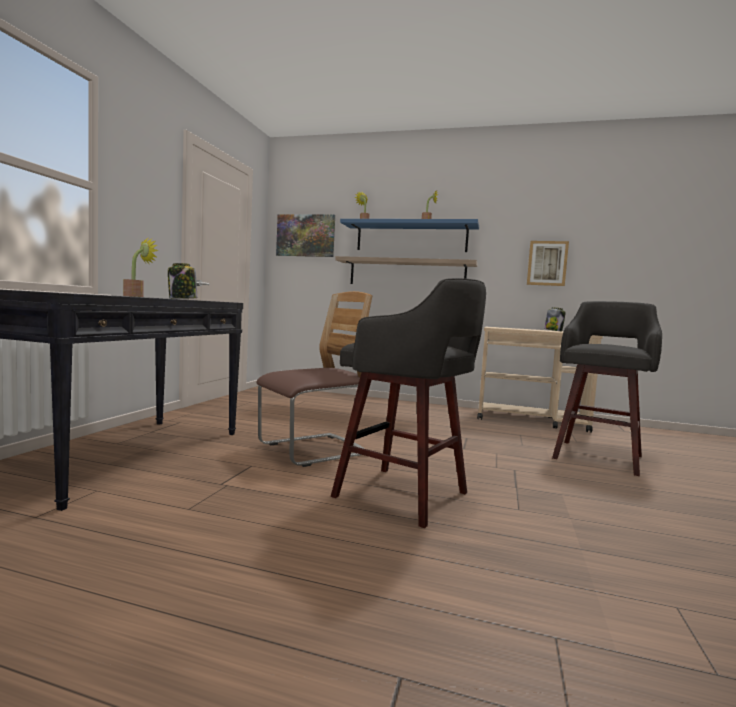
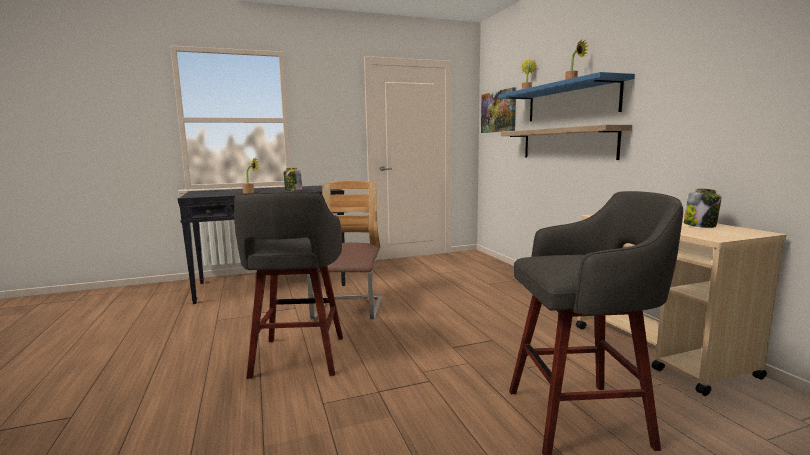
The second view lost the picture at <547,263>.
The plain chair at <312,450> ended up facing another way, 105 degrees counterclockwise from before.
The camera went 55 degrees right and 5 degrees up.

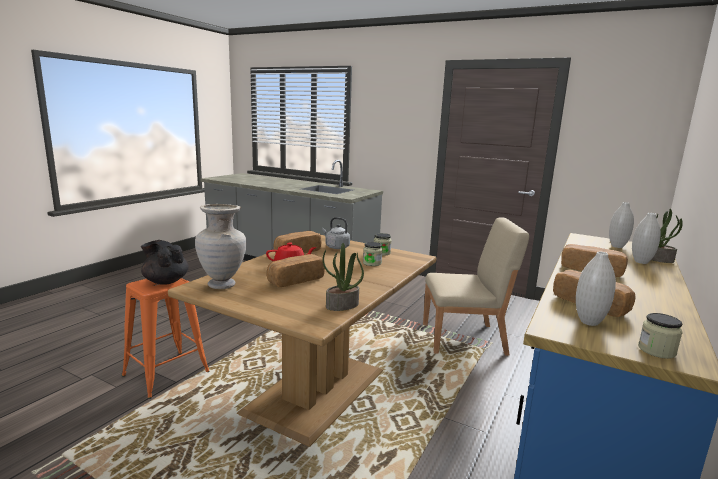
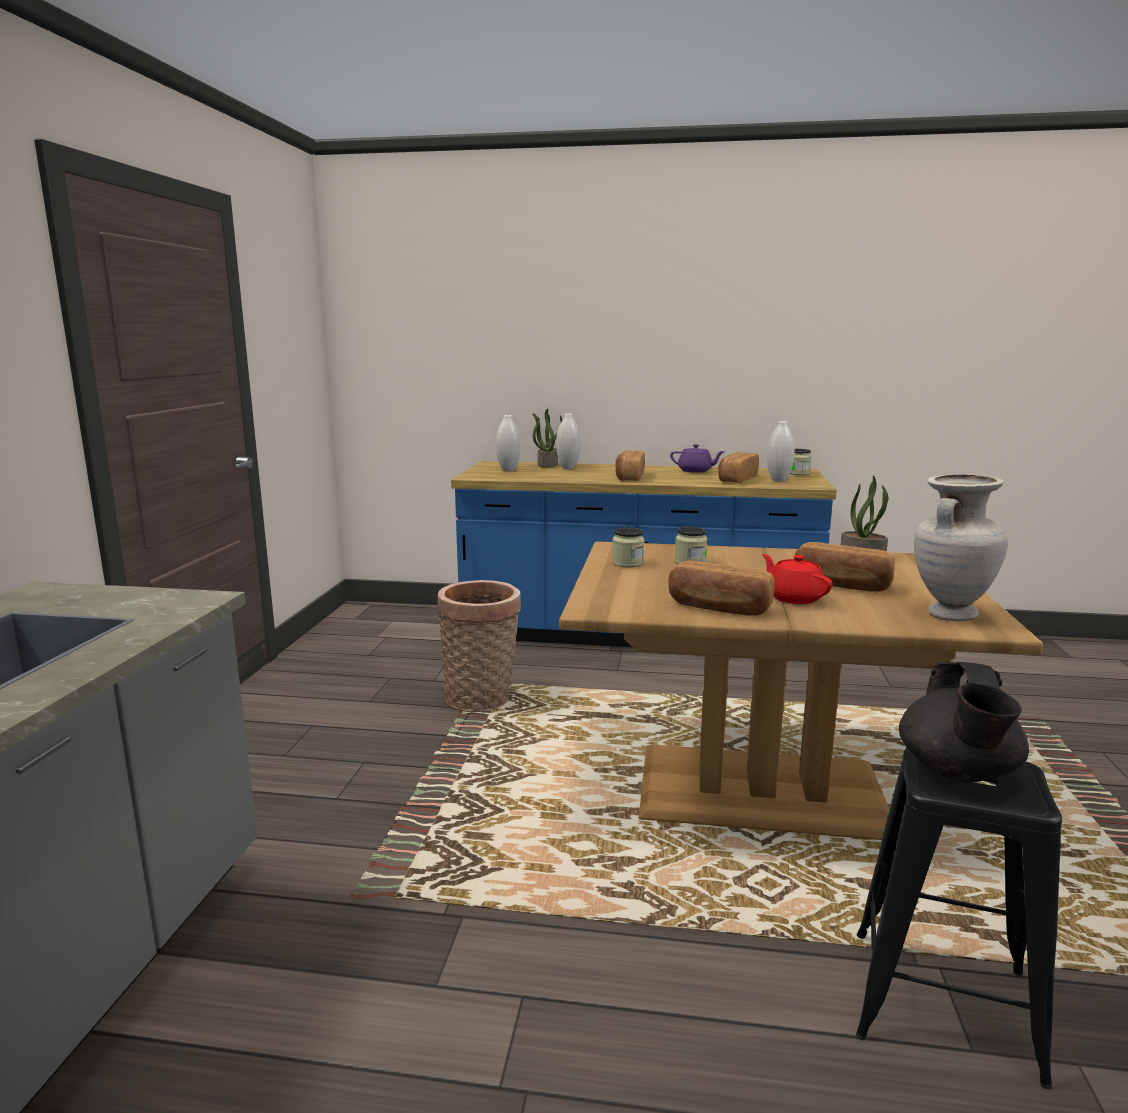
The second view lost the tea kettle (grey) at <336,247>.
Where the plain chair (beige-coloured) stood at <465,339>, the basket came to stand at <482,699>.
What was the stool (orange) at <165,374> turned into the stool (black-coloured) at <945,1004>.
The second view gained the pot for tea (purple-coloured) at <695,471>.
The camera went 110 degrees left and 0 degrees up.

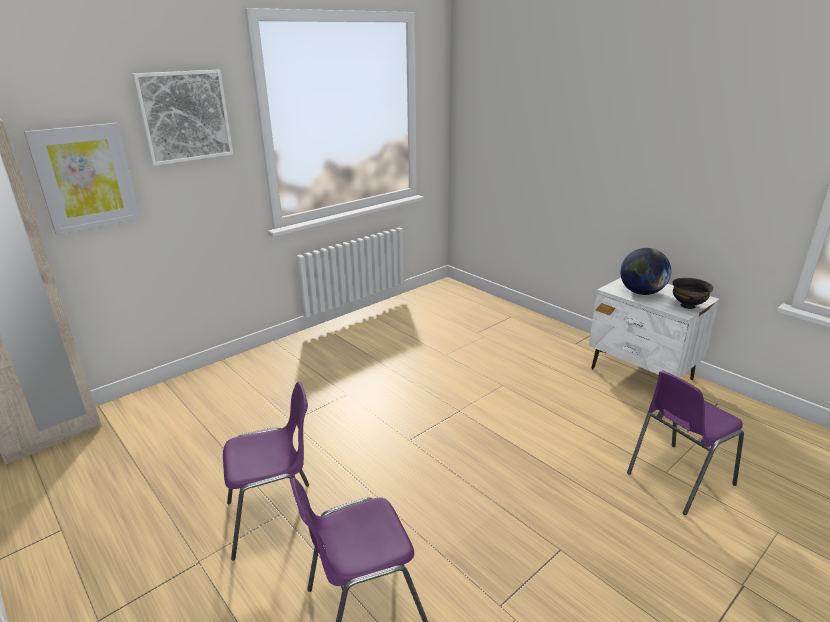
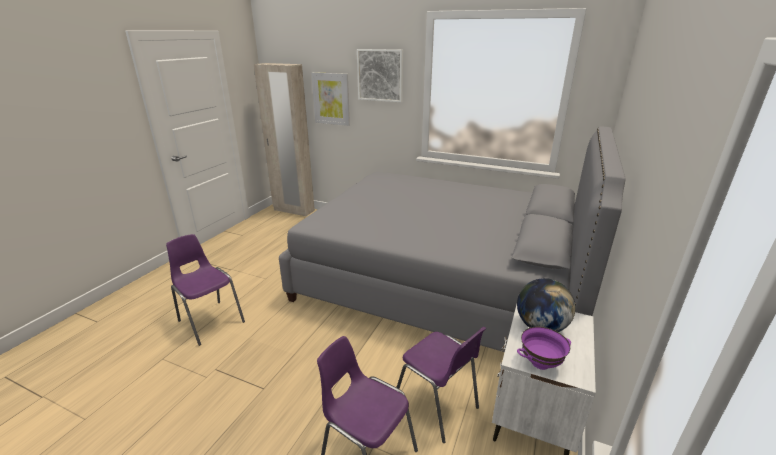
What was the serving bowl (black-coloured) at <688,306> turned into the serving bowl (purple-coloured) at <540,363>.
The plain chair (purple-coloured) ended up elsewhere, having gone from <276,518> to <437,406>.
The second view gained the bedroom bed (grey) at <441,282>.
The camera went 65 degrees right and 0 degrees up.

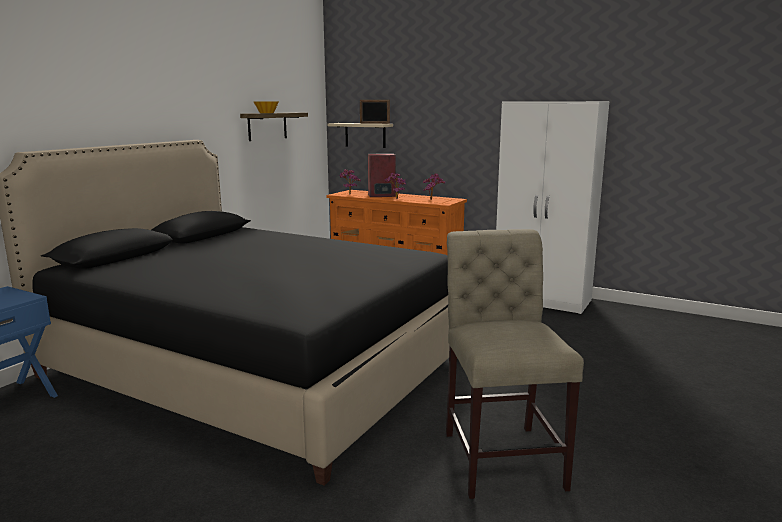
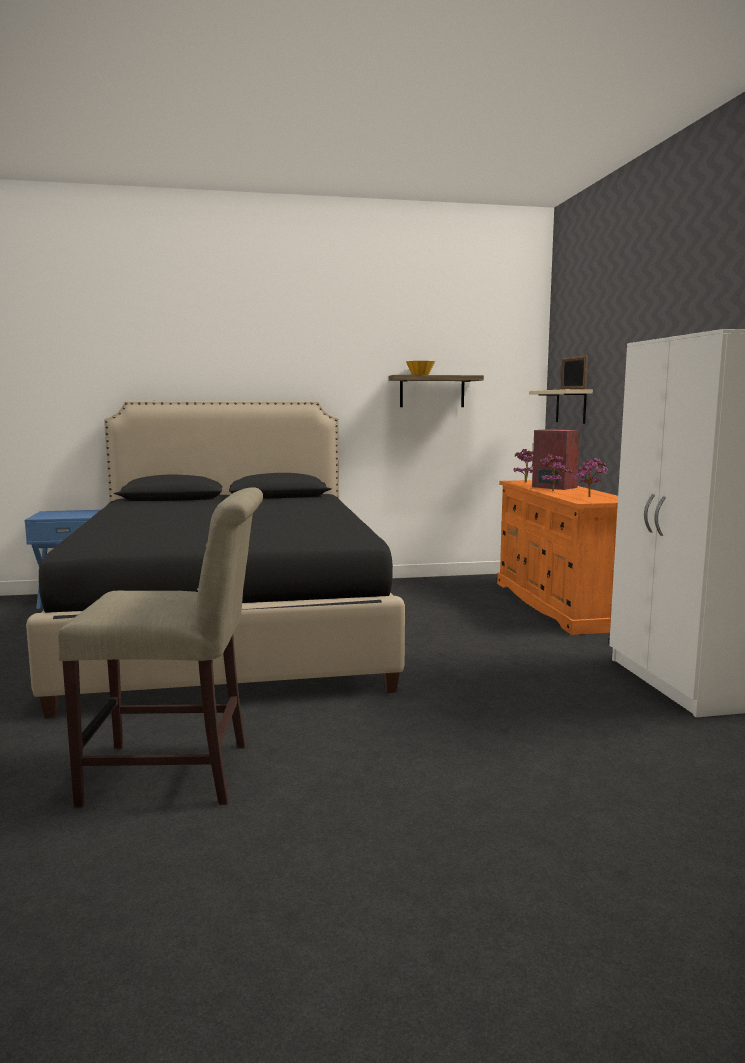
The plain chair (beige-coloured) at <501,455> ended up facing another way, 45 degrees clockwise from before.
The camera went 50 degrees right and 5 degrees down.

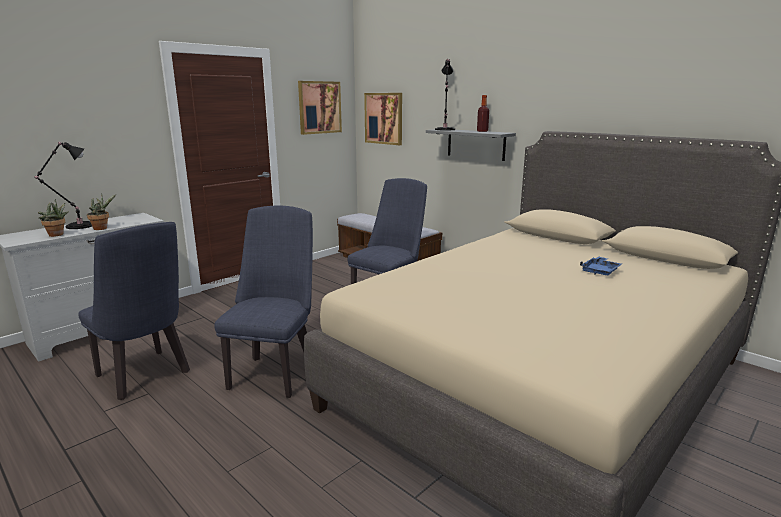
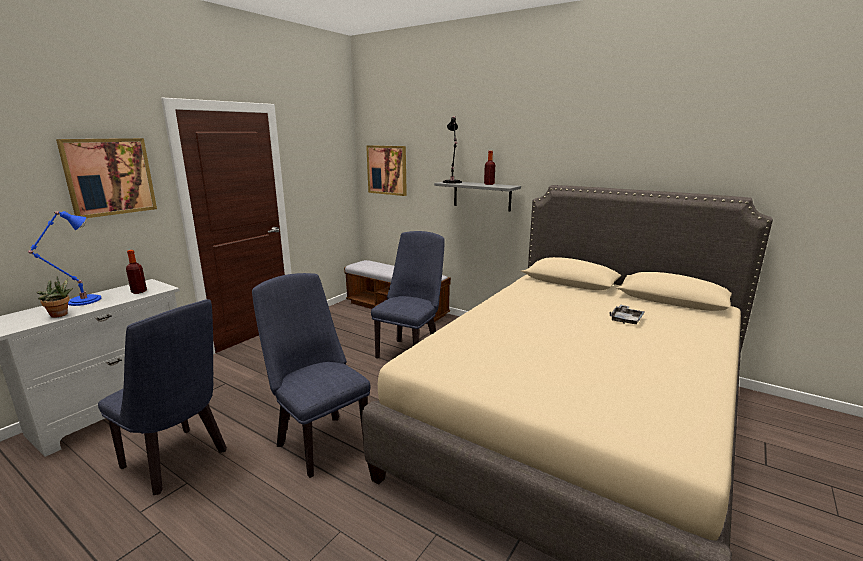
The picture ended up elsewhere, having gone from <319,107> to <109,176>.
What was the table lamp (black-coloured) at <77,226> turned into the table lamp (bluish) at <81,301>.
The second view lost the potted plant at <102,228>.
The plain chair (bluish) at <275,372> ended up facing another way, 45 degrees counterclockwise from before.
What was the serving tray (bluish) at <600,271> turned into the serving tray (grey) at <626,319>.
The second view gained the beverage bottle at <139,291>.
The camera went 10 degrees left and 0 degrees up.

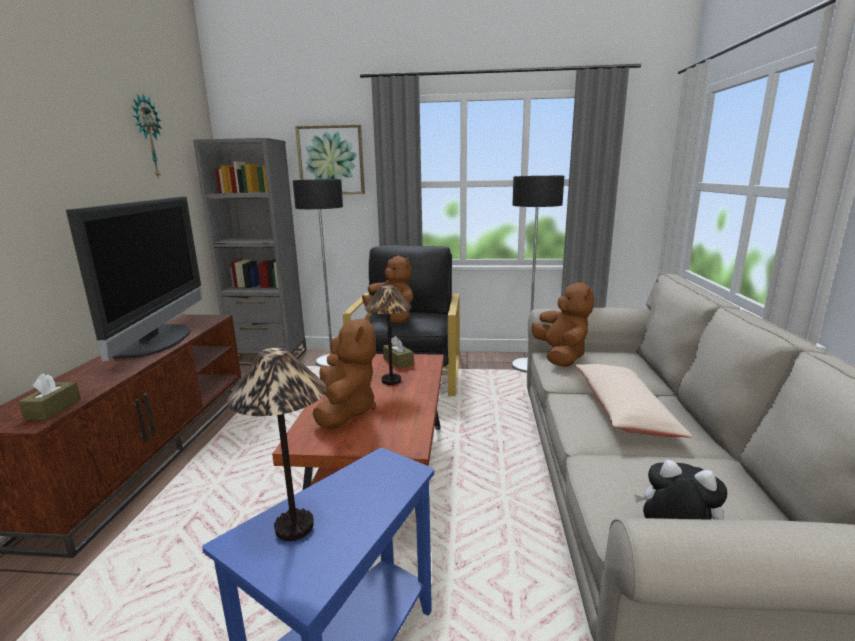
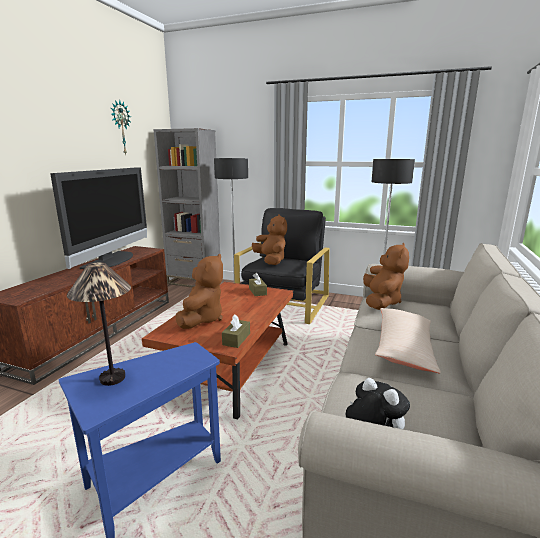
The second view lost the picture at <331,160>.
The second view lost the table lamp at <391,381>.
The tissue box (brown) ended up elsewhere, having gone from <53,409> to <236,339>.
The camera went 15 degrees right and 0 degrees up.

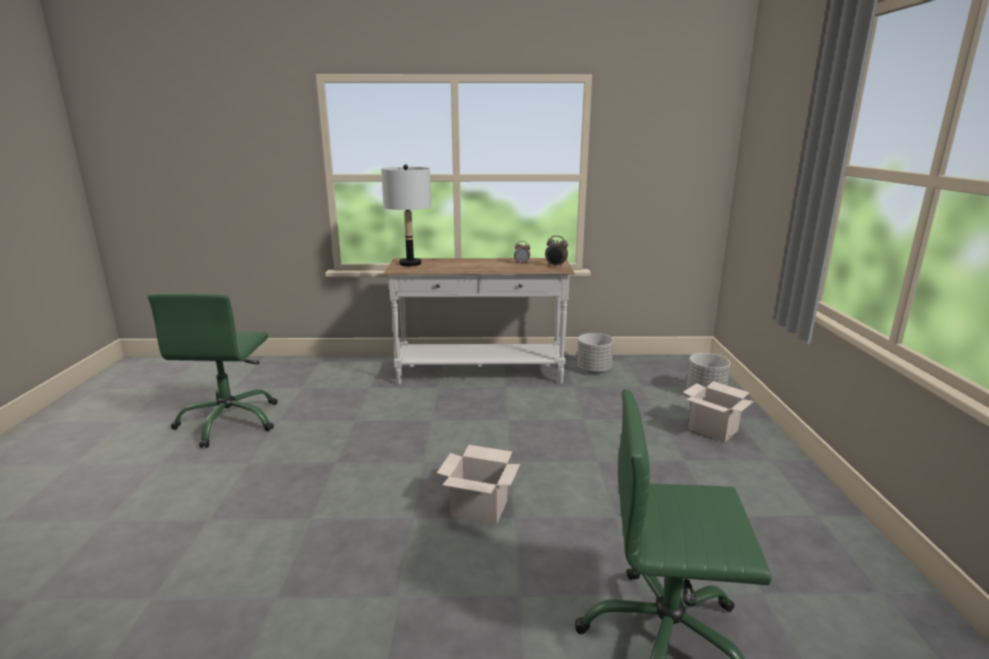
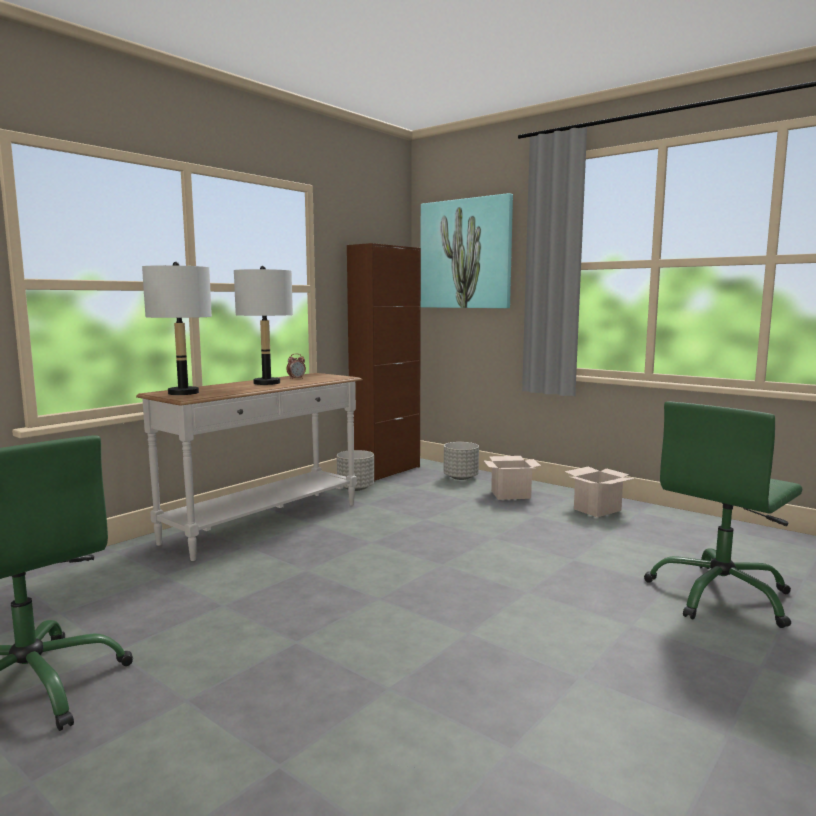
The second view lost the bedside clock at <556,266>.
The packing box ended up elsewhere, having gone from <480,508> to <597,509>.
The second view gained the picture at <466,254>.
The second view gained the storage cabinet (brown) at <386,471>.
The second view gained the table lamp (grey) at <267,383>.
The camera went 50 degrees left and 10 degrees down.

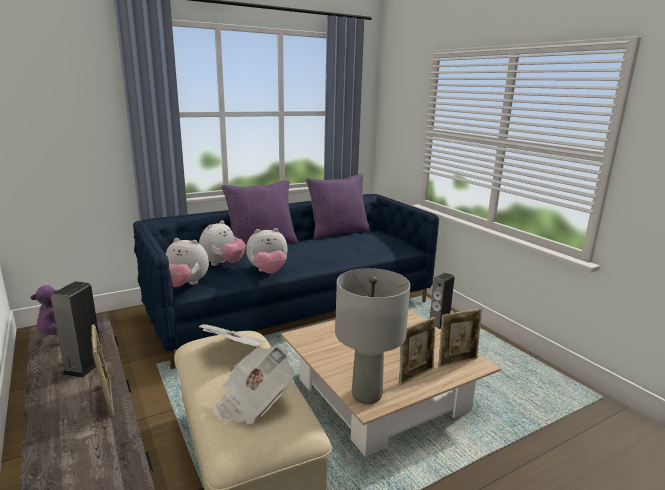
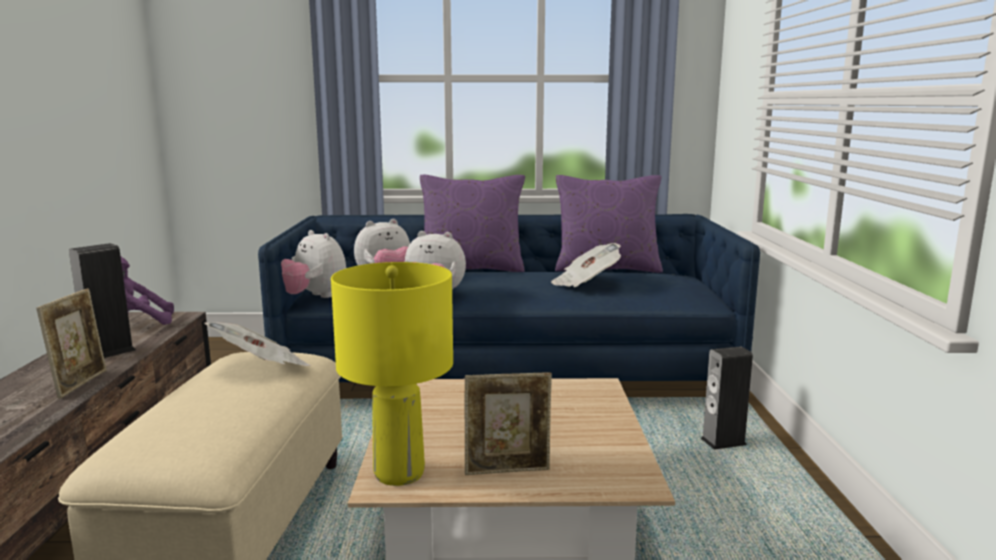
What was the table lamp (grey) at <367,394> turned into the table lamp (yellow) at <400,473>.
The second view lost the standing frame at <457,361>.
The daily paper ended up elsewhere, having gone from <253,402> to <585,283>.
The camera went 30 degrees right and 5 degrees down.

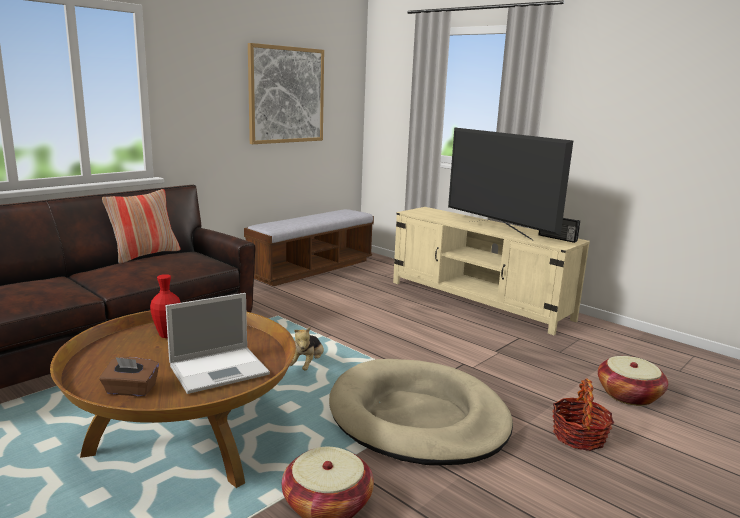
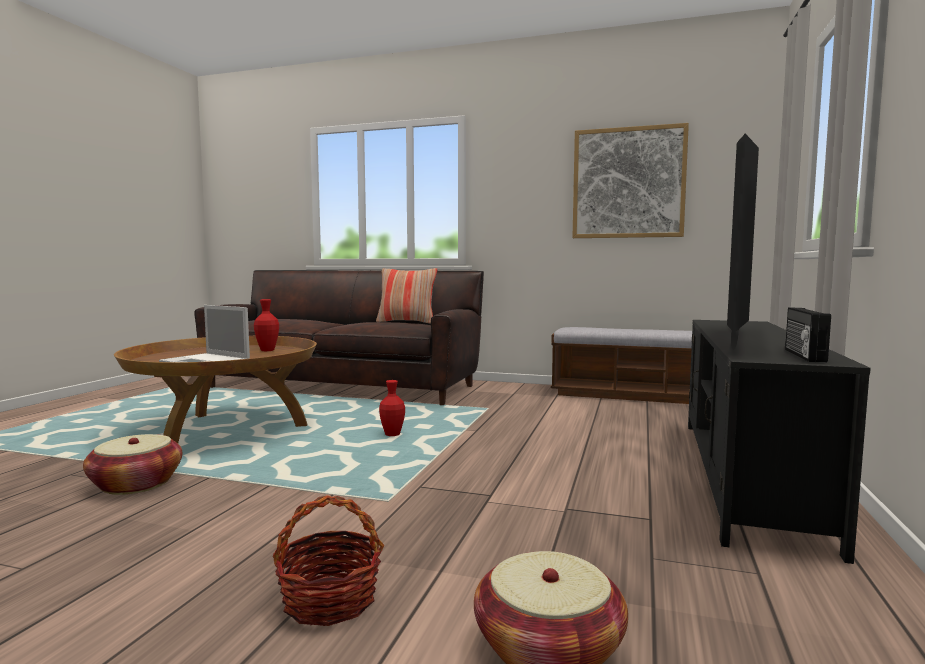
What was the tv stand (beige-coloured) at <479,301> turned into the tv stand (black-coloured) at <746,475>.
Where the cuddly toy stood at <307,365>, the flower vase (red) came to stand at <392,435>.
The second view lost the tissue box (brown) at <131,390>.
The second view lost the pet bed (beige-coloured) at <418,417>.
The camera went 65 degrees right and 10 degrees down.

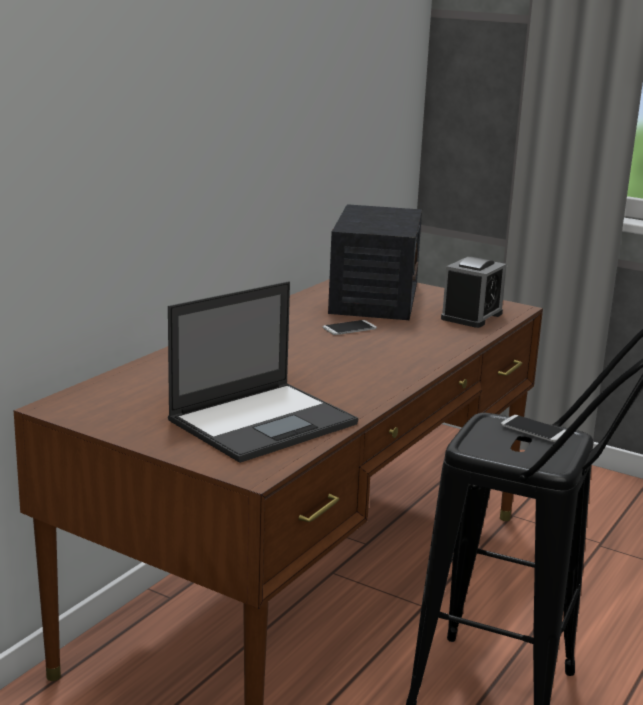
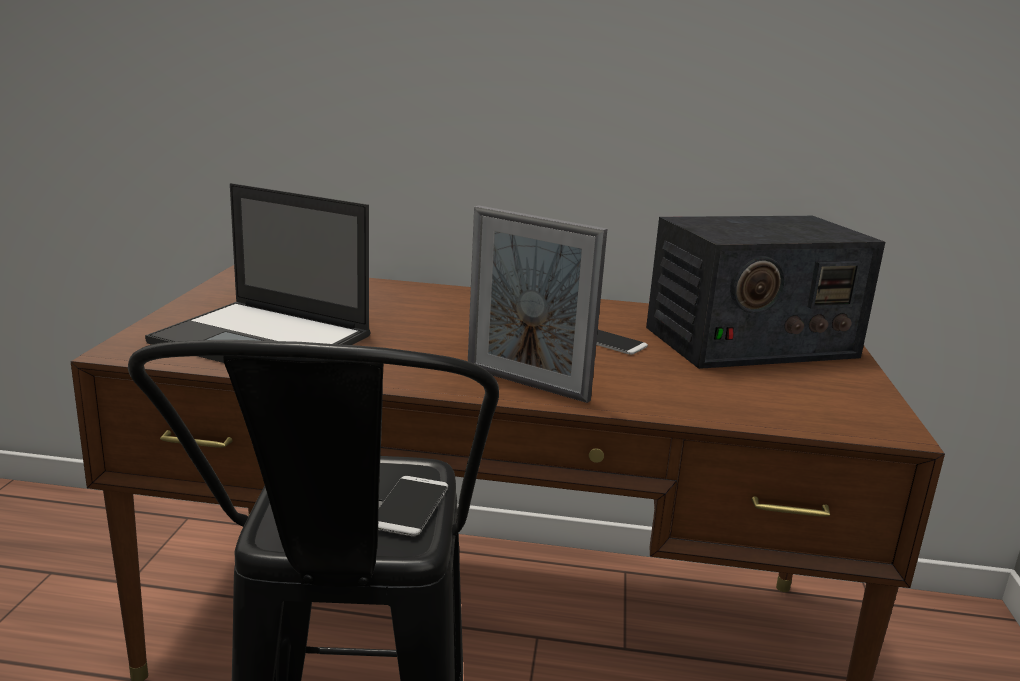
The second view lost the bedside clock at <471,316>.
The second view gained the standing frame at <526,383>.
The camera went 65 degrees right and 0 degrees up.

